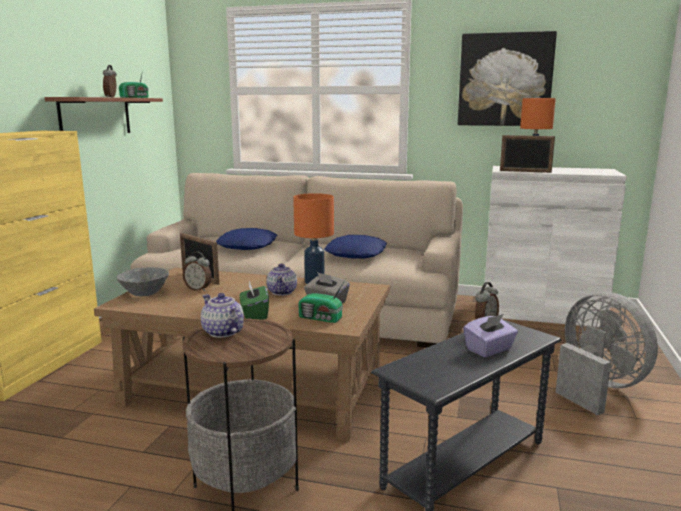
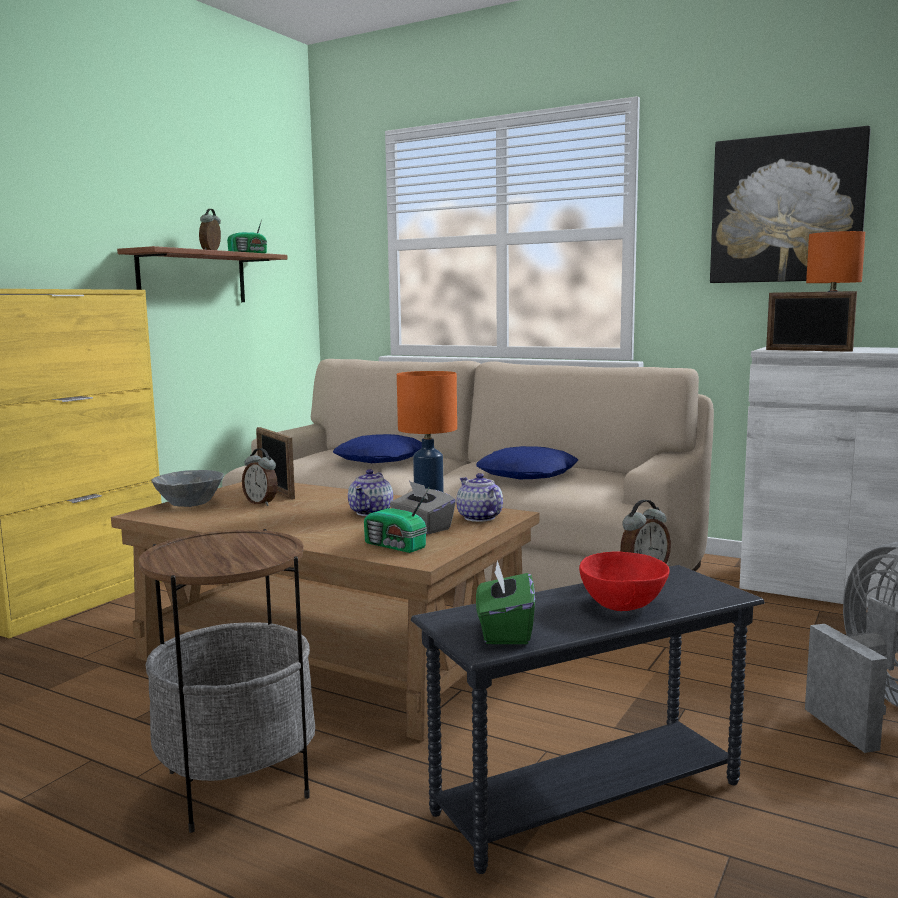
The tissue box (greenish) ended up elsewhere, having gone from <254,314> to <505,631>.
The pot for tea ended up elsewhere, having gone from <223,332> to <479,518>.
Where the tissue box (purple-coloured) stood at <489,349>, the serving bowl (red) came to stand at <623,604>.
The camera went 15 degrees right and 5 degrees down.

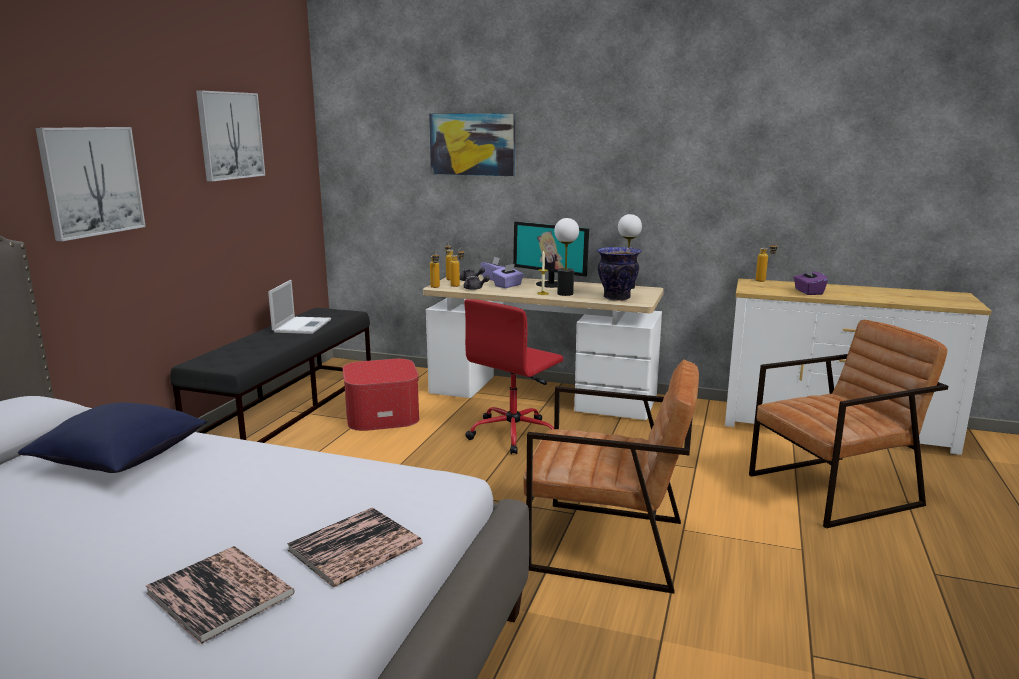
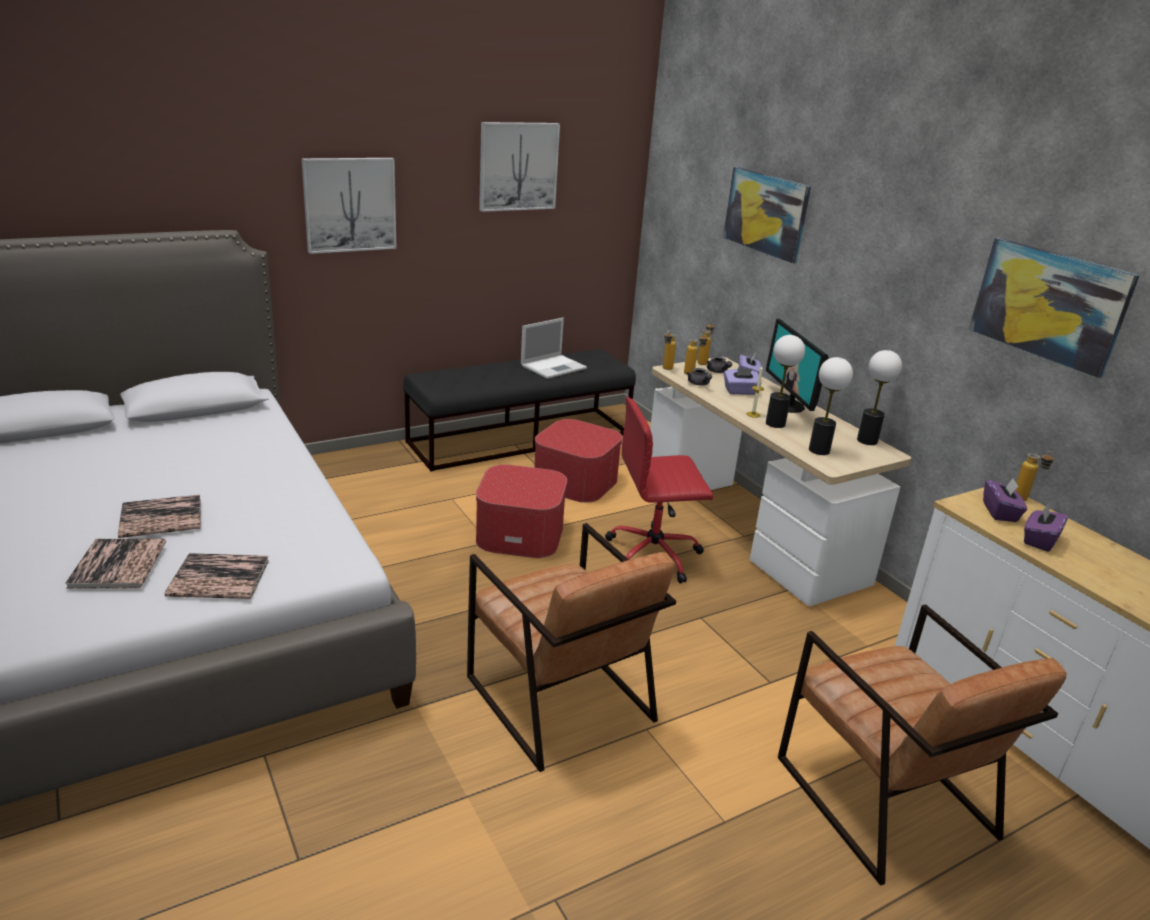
Where the flower vase stood at <616,298>, the table lamp came to stand at <819,450>.
The armchair (brown) at <834,490> ended up facing another way, 45 degrees clockwise from before.
The second view lost the throw pillow (bluish) at <122,460>.
The second view gained the picture at <1049,304>.
The second view gained the ottoman at <520,533>.
The second view gained the tissue box (purple-coloured) at <1000,512>.
The second view gained the volume at <161,518>.
The camera went 40 degrees right and 10 degrees up.

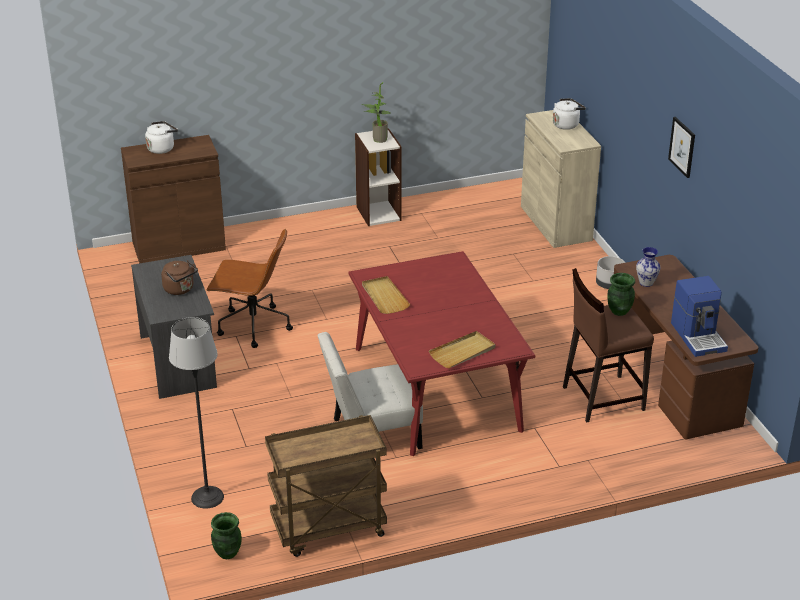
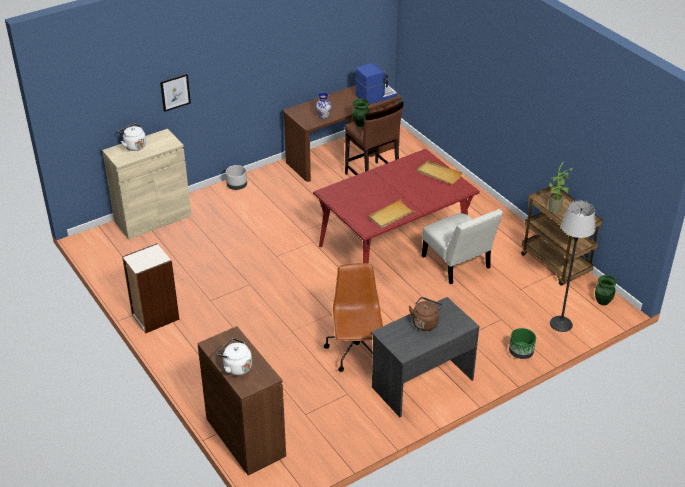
The potted plant ended up elsewhere, having gone from <377,139> to <555,210>.
The picture ended up elsewhere, having gone from <682,147> to <175,92>.
The second view gained the plant pot (greenish) at <521,352>.
The camera went 105 degrees left and 5 degrees up.

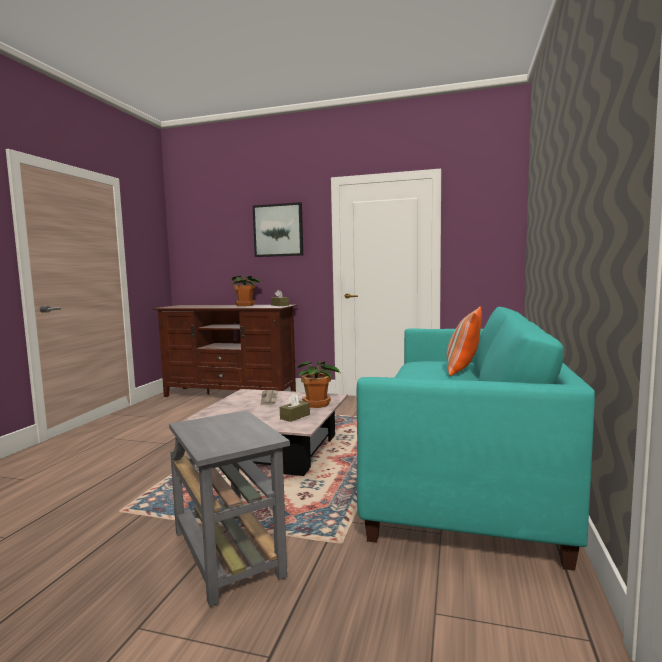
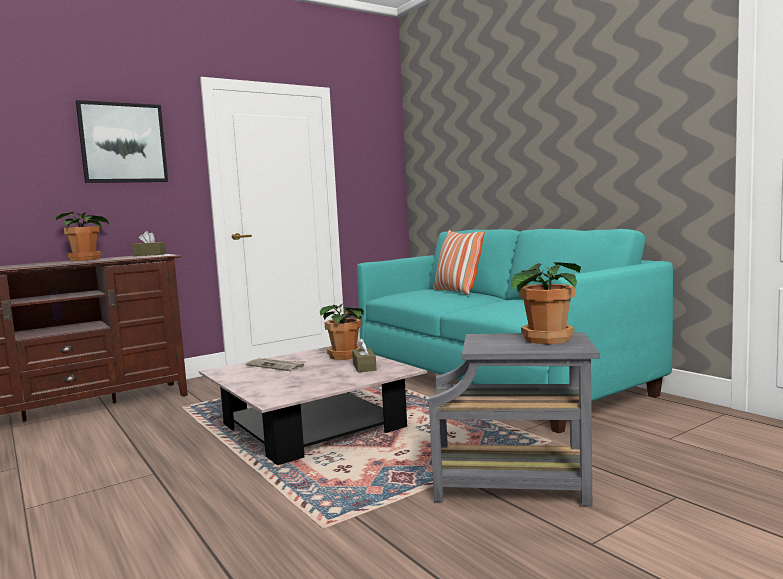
The second view gained the potted plant at <545,339>.
The camera went 50 degrees left and 0 degrees up.

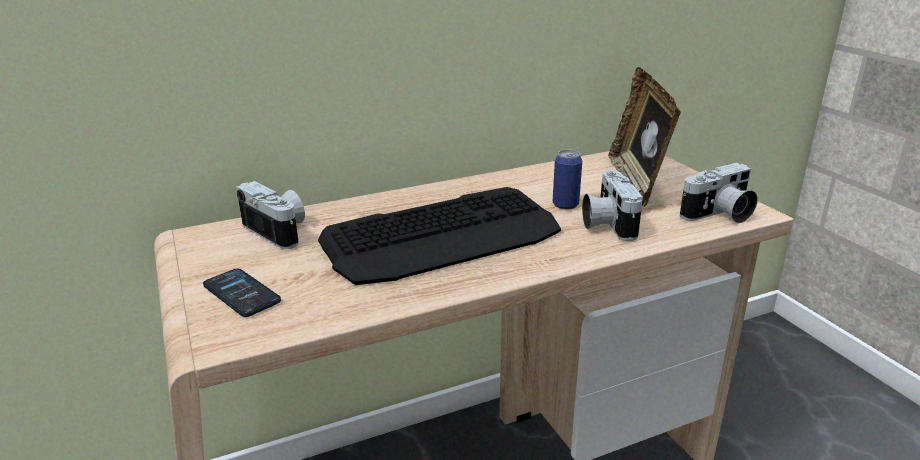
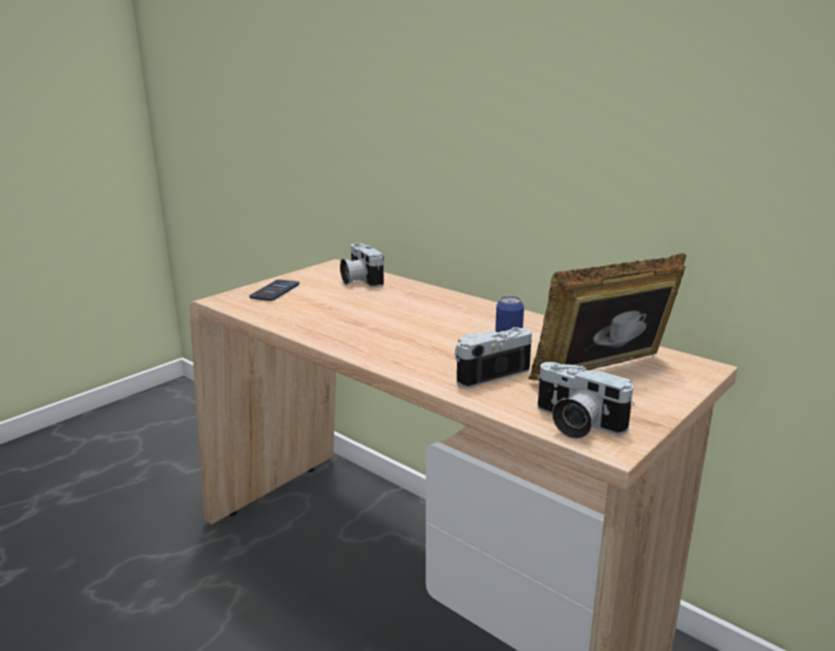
The still camera at <280,231> ended up facing another way, 135 degrees clockwise from before.
The second view lost the keyboard at <443,237>.
The camera went 65 degrees right and 5 degrees down.

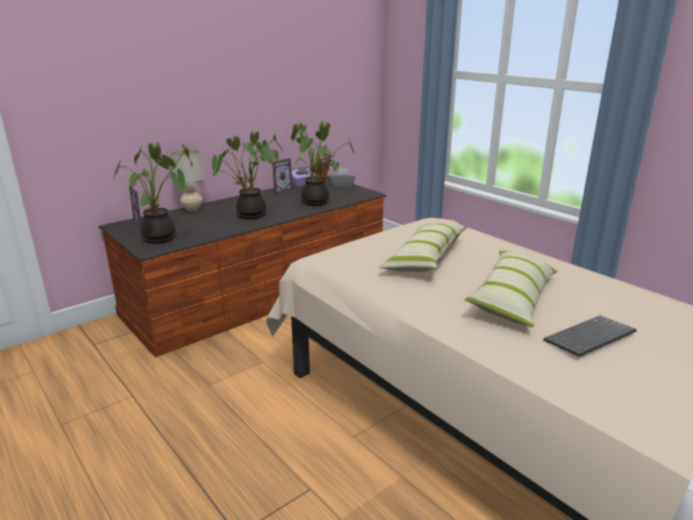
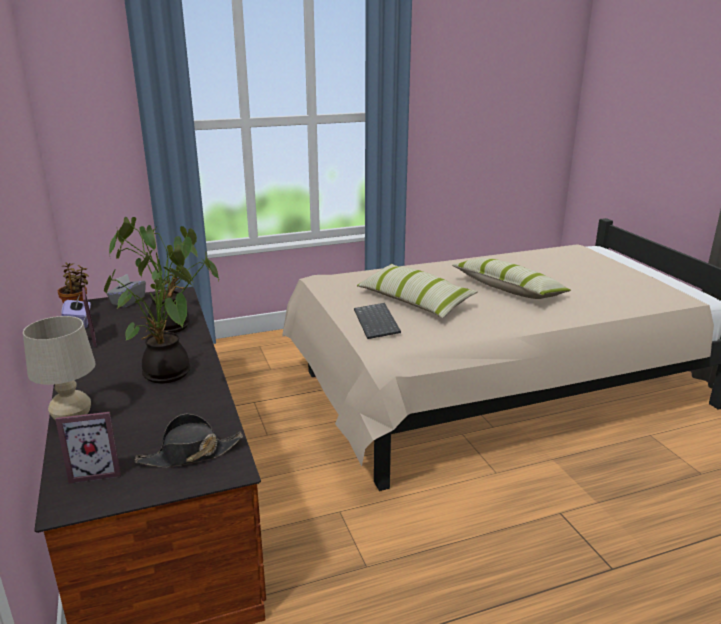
Where the potted plant stood at <162,238>, the clothing hat (black-coloured) came to stand at <190,454>.
The keyboard ended up elsewhere, having gone from <590,339> to <378,322>.
The camera went 70 degrees left and 0 degrees up.

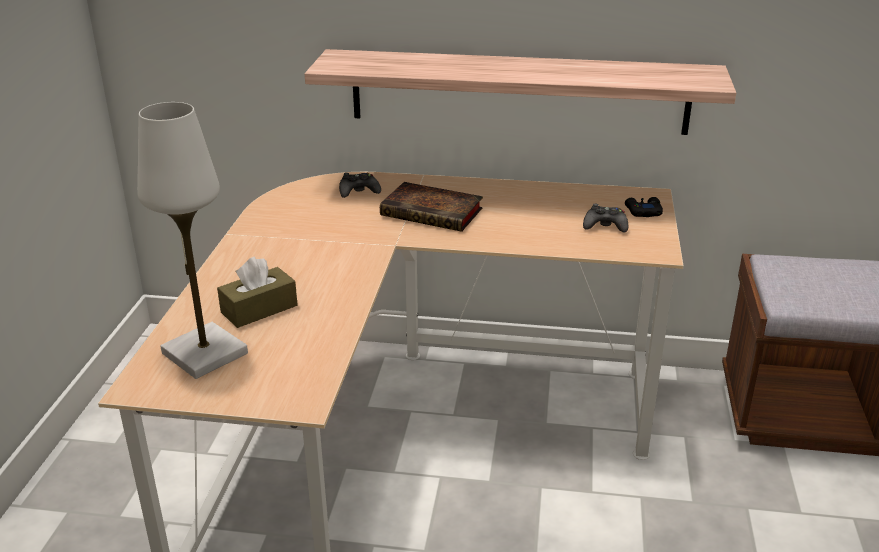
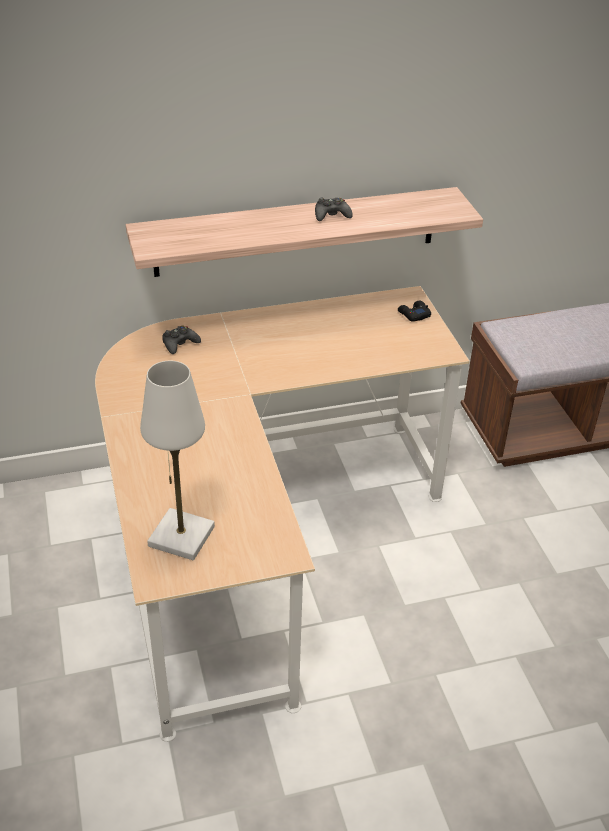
The second view lost the volume at <434,212>.
The game controller (black-coloured) ended up elsewhere, having gone from <605,226> to <331,215>.
The second view lost the tissue box (brown) at <259,309>.
The camera went 25 degrees left and 10 degrees up.

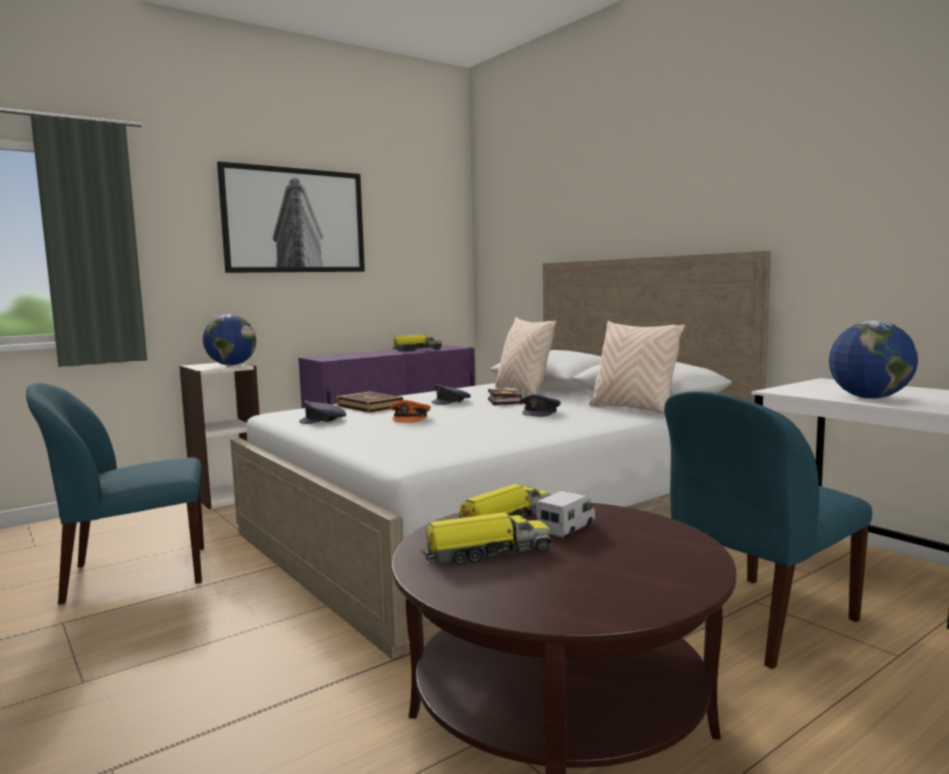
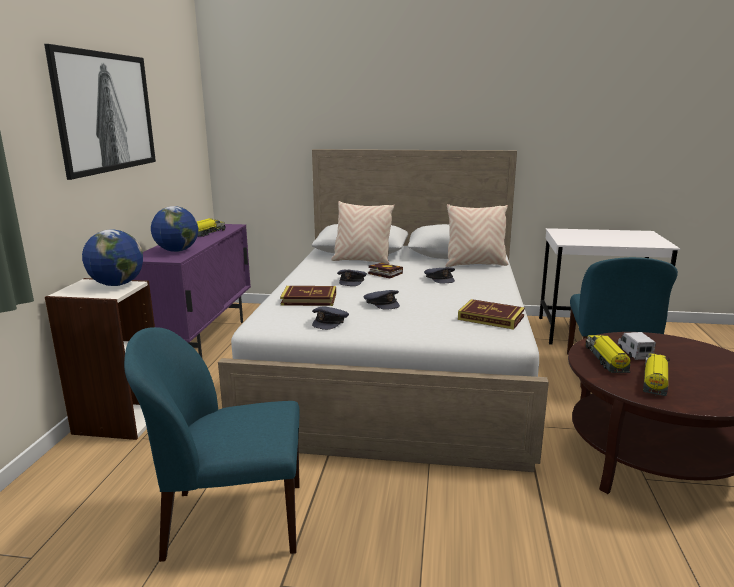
The desk globe ended up elsewhere, having gone from <869,398> to <177,251>.
The plain chair (bluish) at <134,574> ended up facing another way, 60 degrees clockwise from before.
What was the baseball cap (orange) at <410,418> turned into the baseball cap (grey) at <382,304>.
The second view gained the volume at <491,318>.
The camera went 45 degrees left and 10 degrees up.

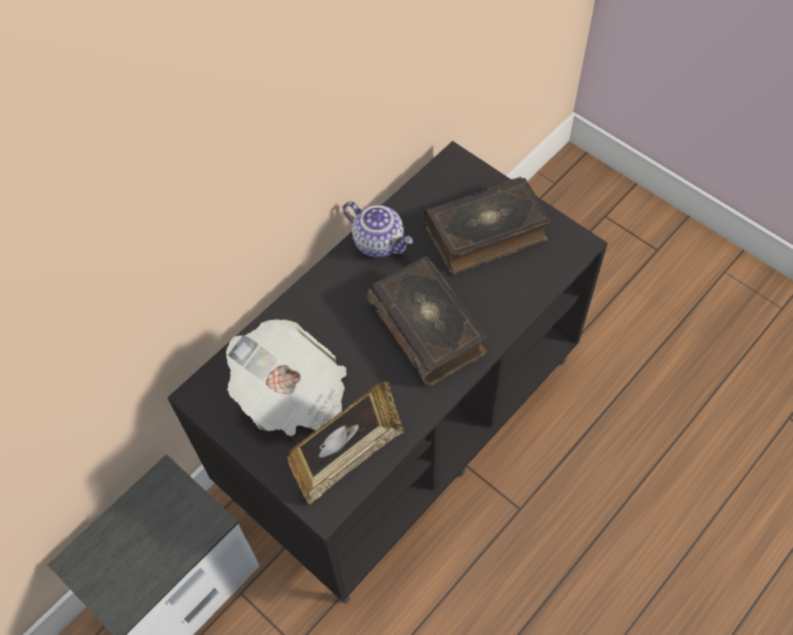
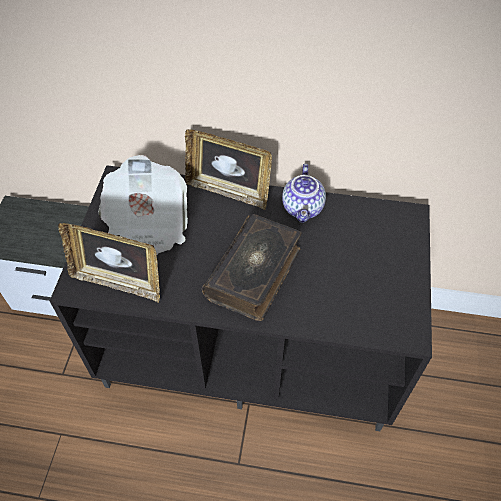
The second view lost the volume at <486,234>.
The second view gained the standing frame at <228,190>.
The camera went 55 degrees right and 5 degrees down.

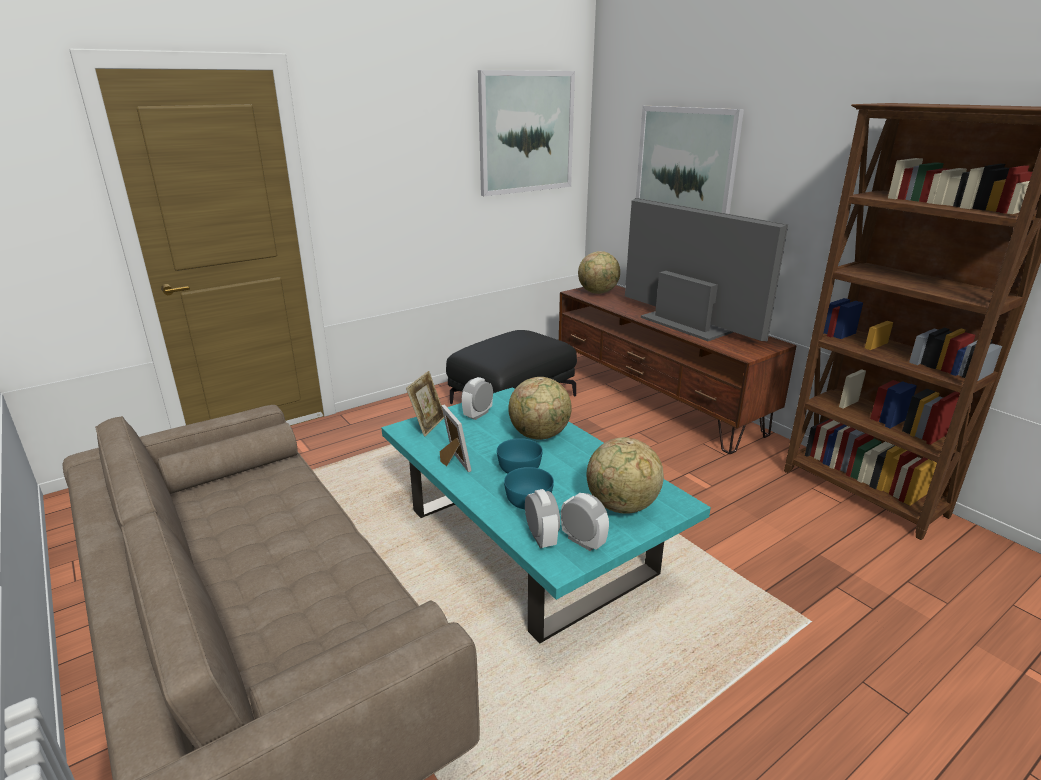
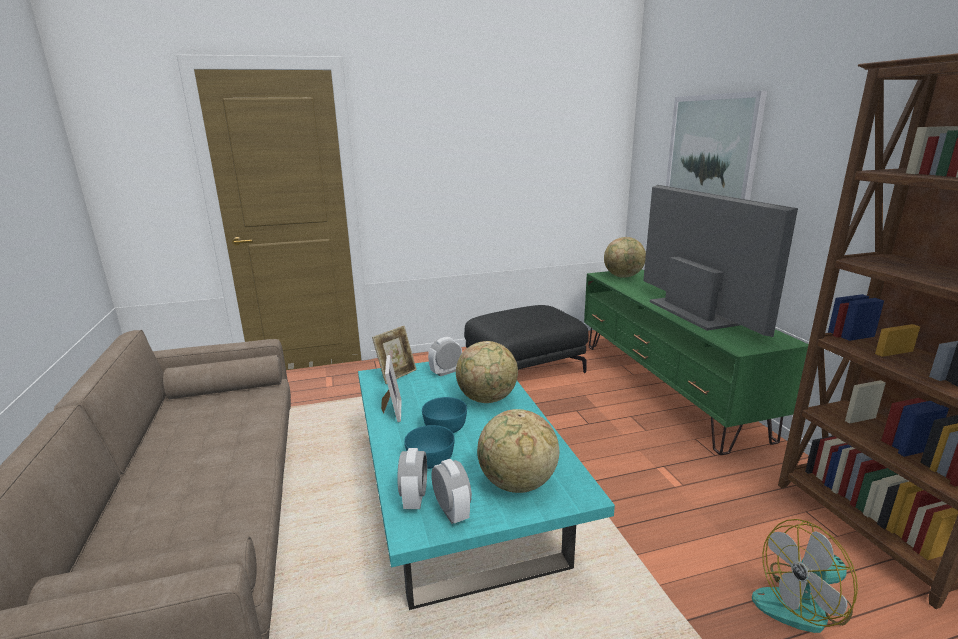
The second view lost the picture at <526,132>.
What was the tv stand (brown) at <657,399> turned into the tv stand (greenish) at <667,387>.
The second view gained the cooling fan at <803,605>.
The camera went 20 degrees right and 5 degrees down.

